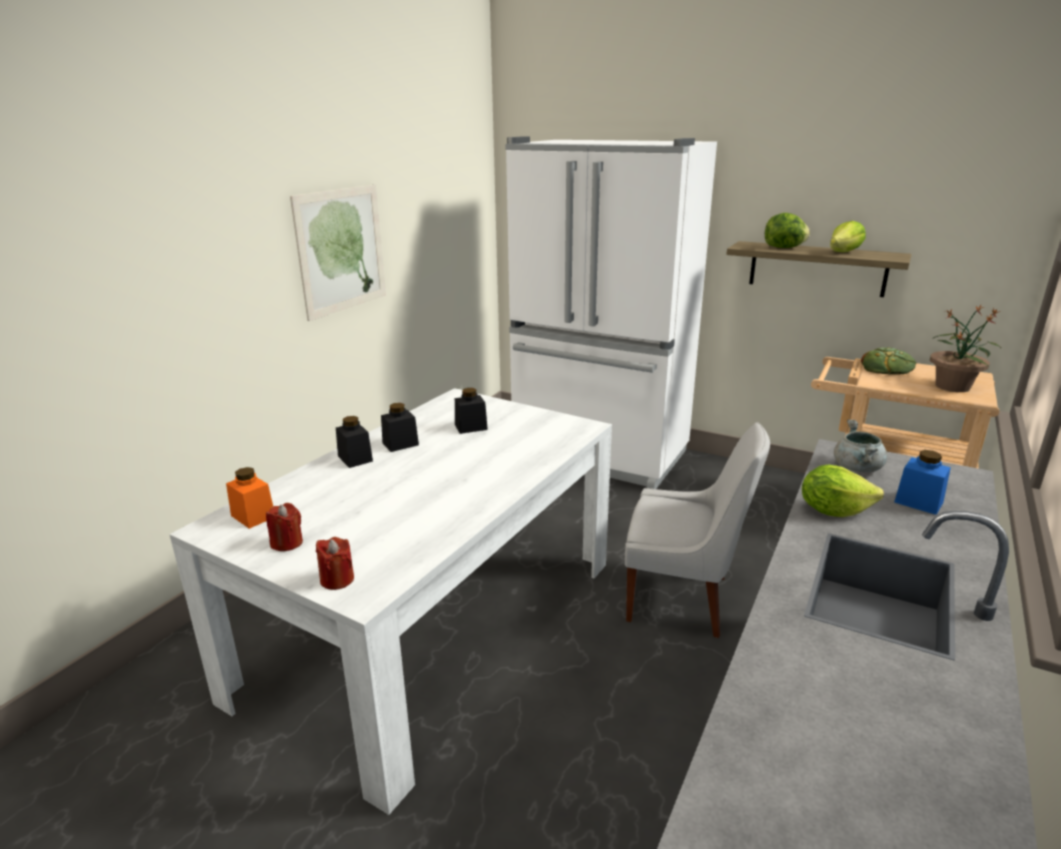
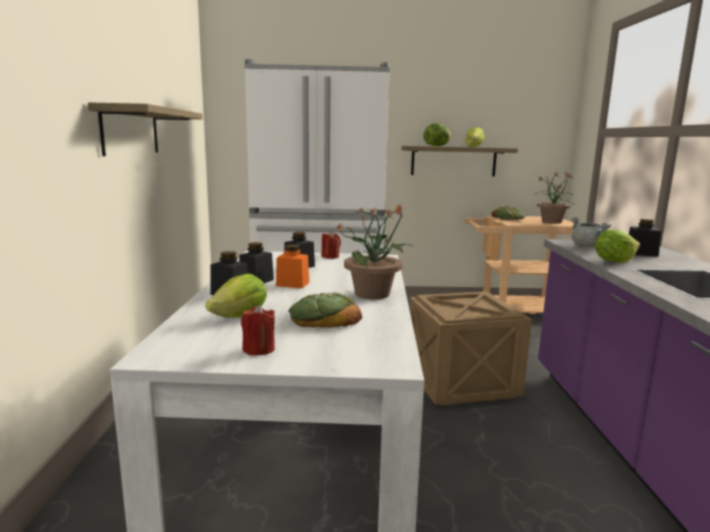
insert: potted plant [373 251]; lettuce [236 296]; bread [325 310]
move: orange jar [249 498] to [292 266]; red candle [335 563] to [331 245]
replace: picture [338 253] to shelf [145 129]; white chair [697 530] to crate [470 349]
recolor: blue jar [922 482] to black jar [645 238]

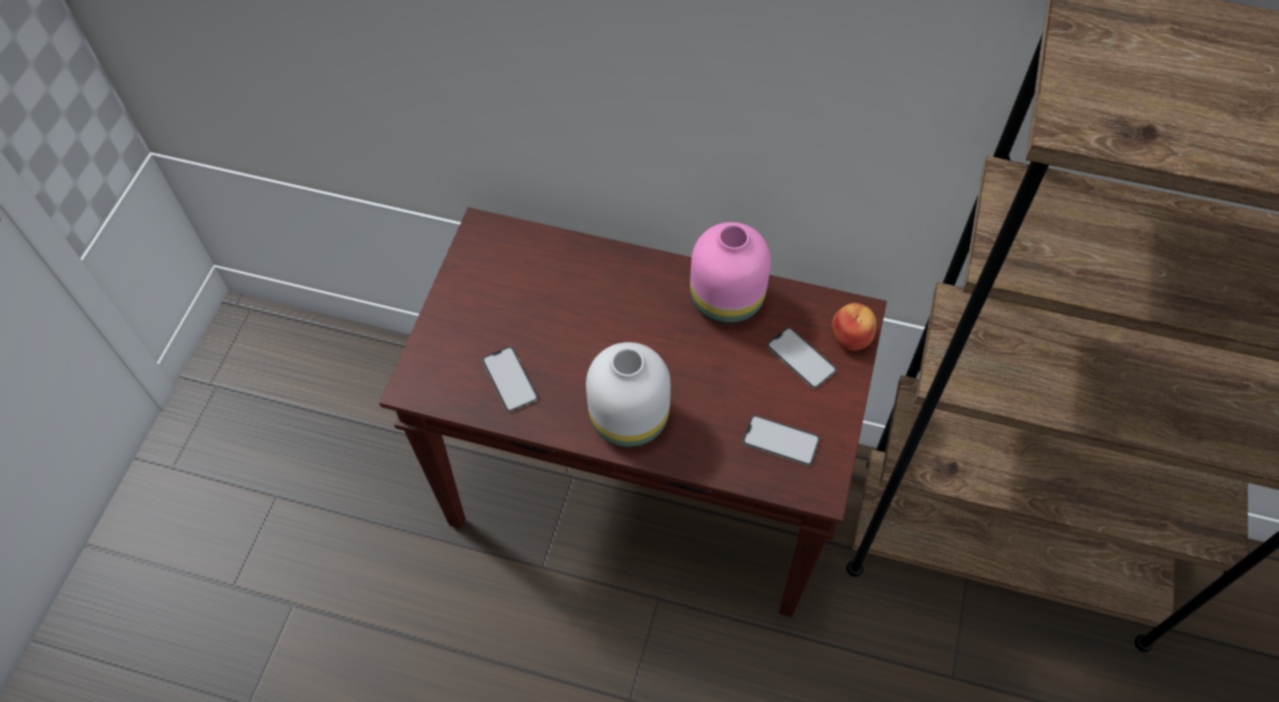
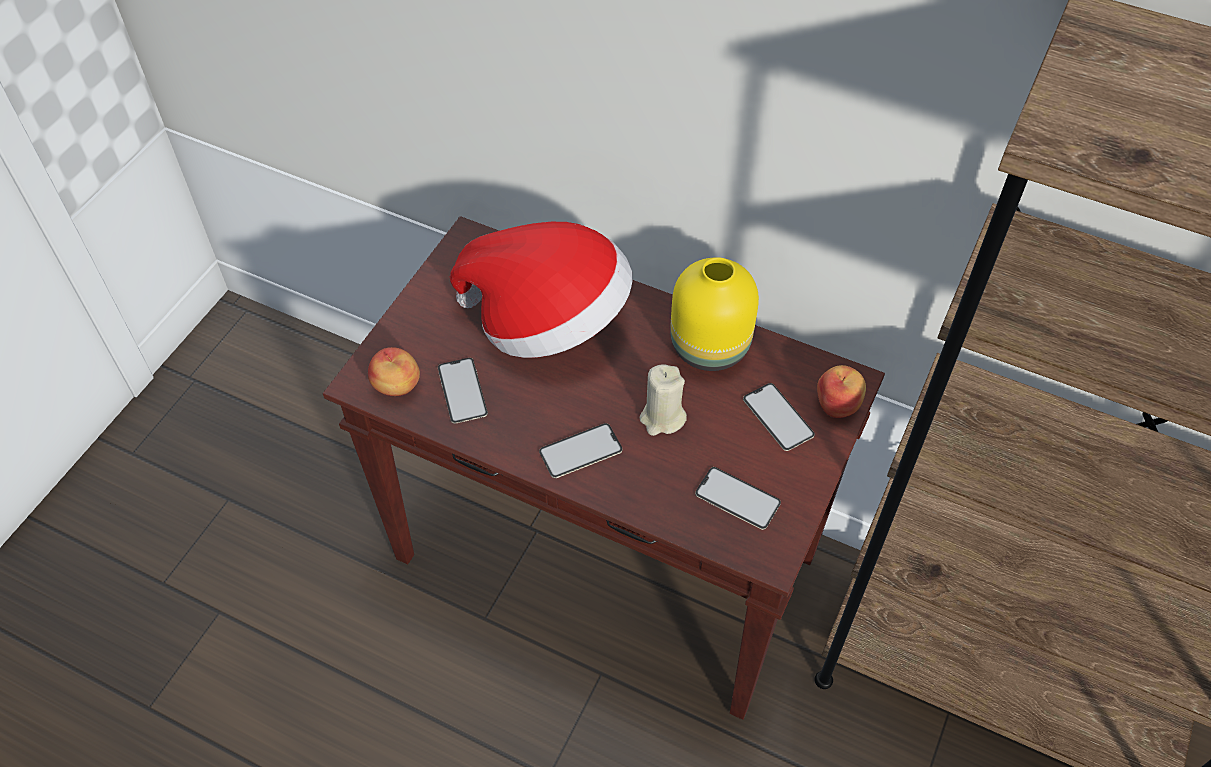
insert: hat [541 290]; apple [394 371]; beige candle [663 400]
replace: white vase [628 395] to phone [581 450]
recolor: pink vase [730 273] to yellow vase [714 314]

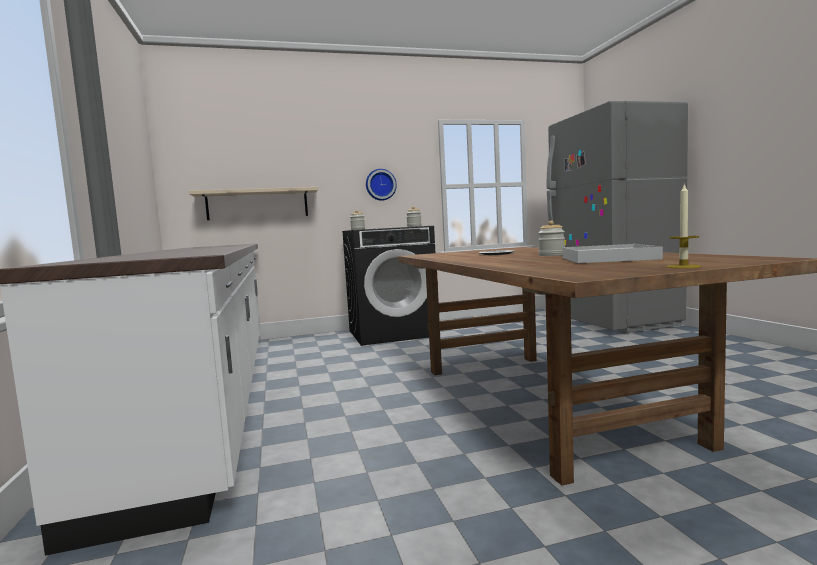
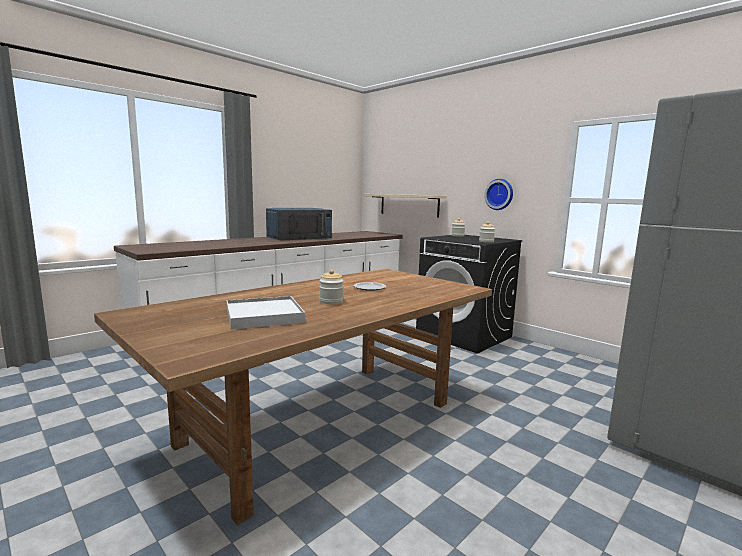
delete: candle [684 225]
insert: blue microwave [299 224]

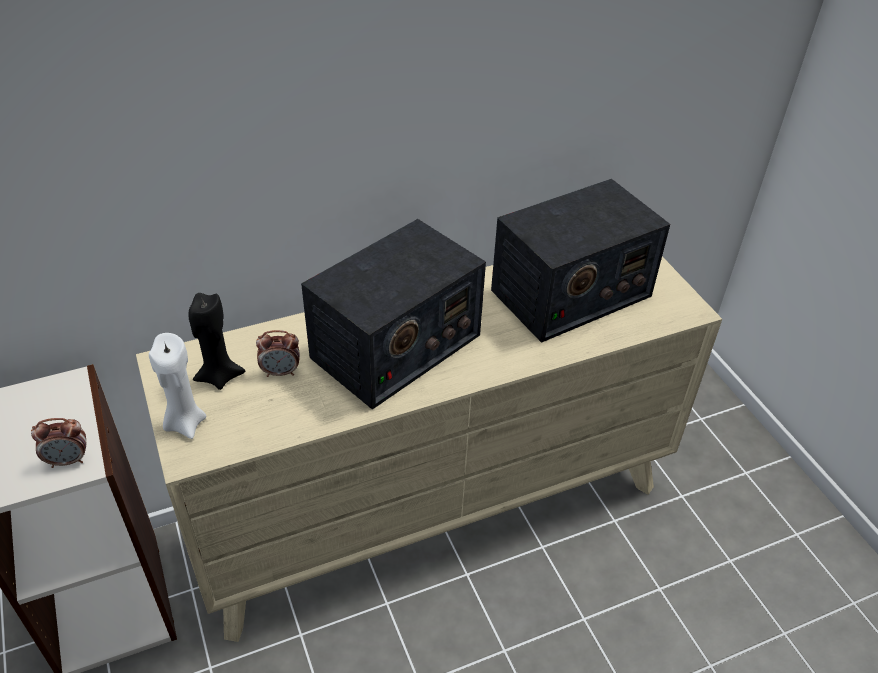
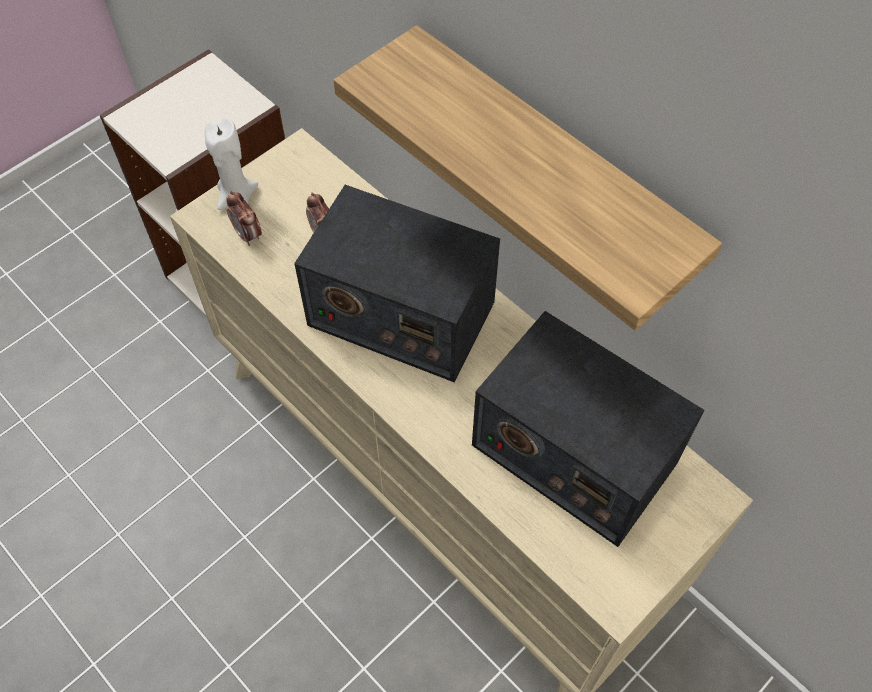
delete: black candle [217 341]
insert: shelf [527 178]
move: alarm clock [58 443] to [244 218]

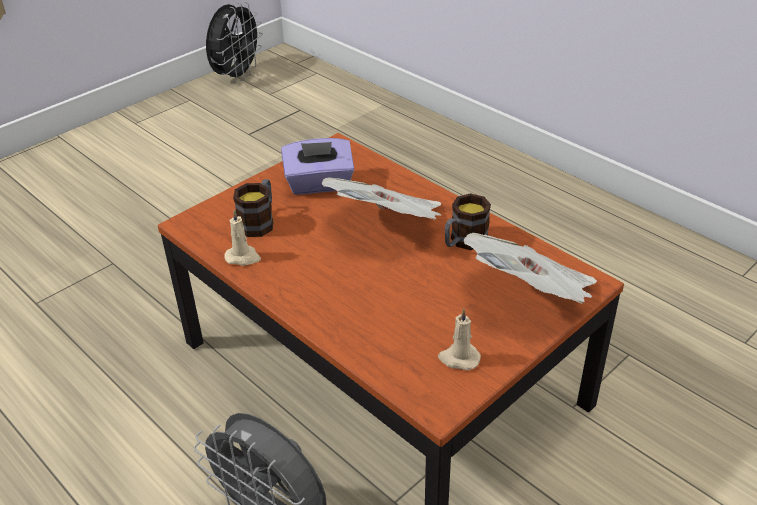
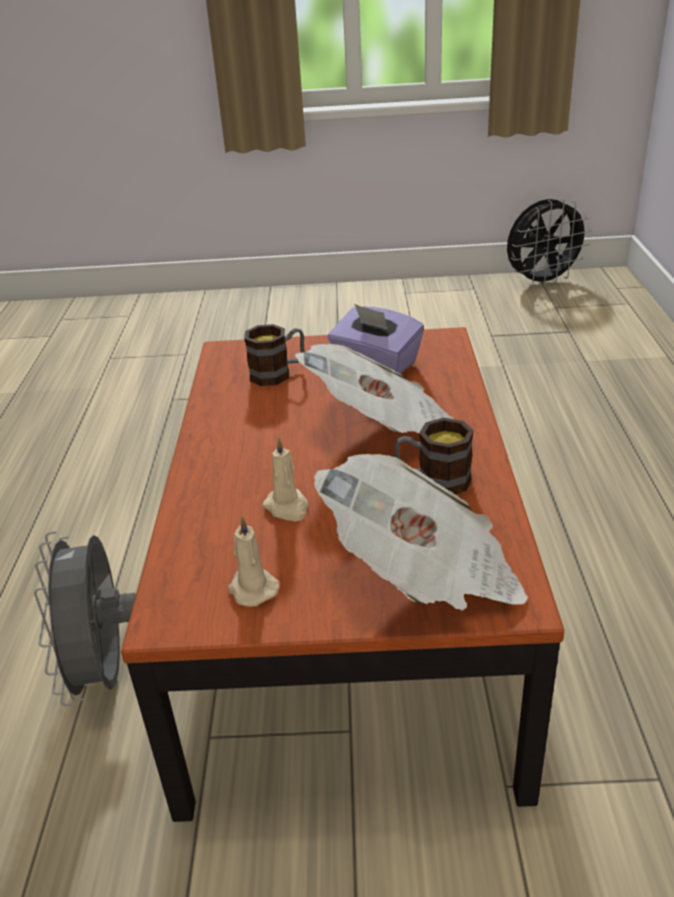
move: beige candle [242 237] to [285 479]

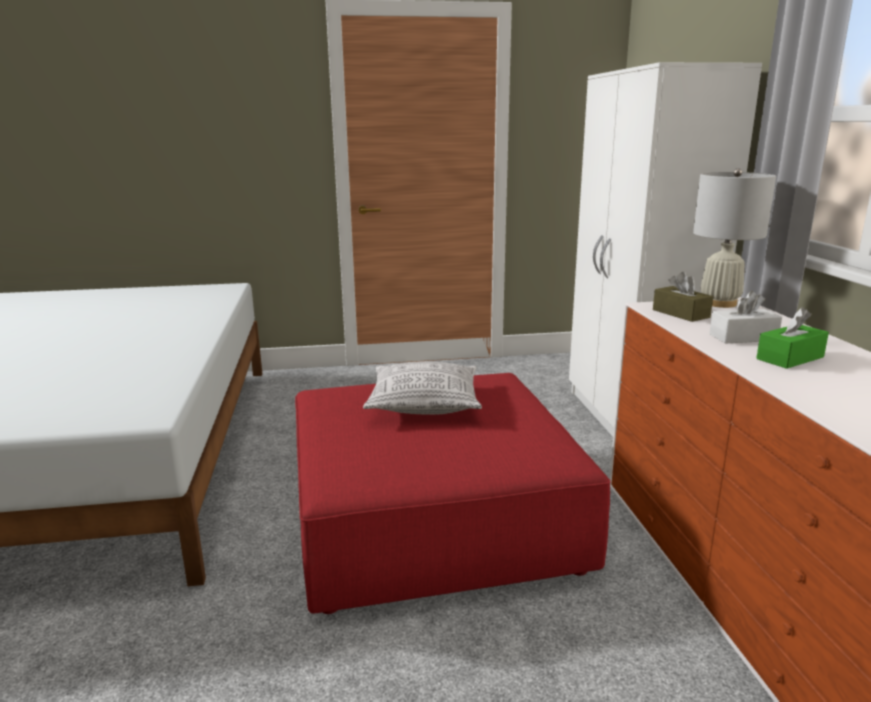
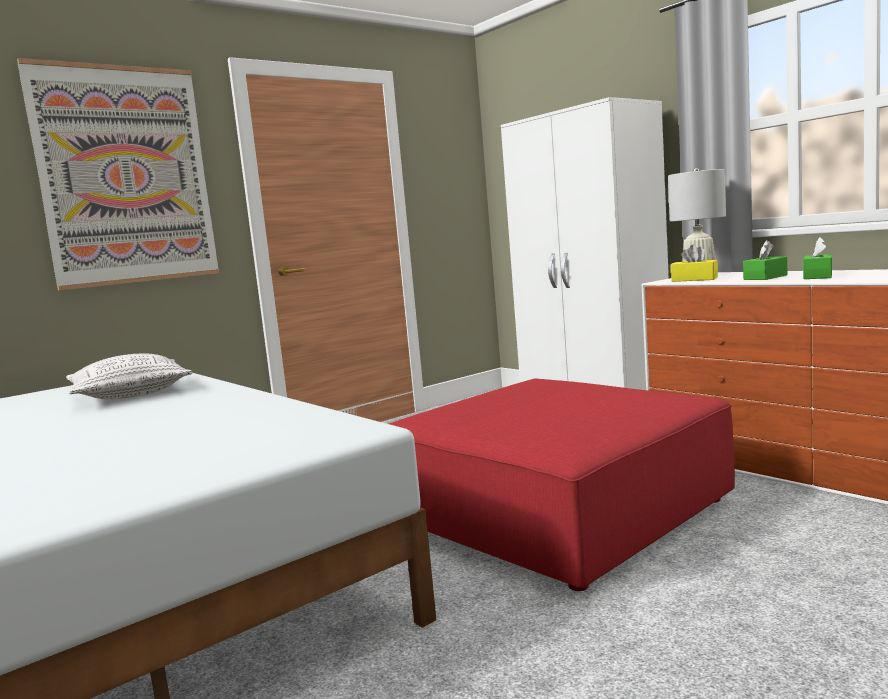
insert: picture [118 174]
move: pillow [422 388] to [129 376]
recolor: brown tissue box [683 297] to yellow tissue box [694 263]; white tissue box [745 317] to green tissue box [765 260]

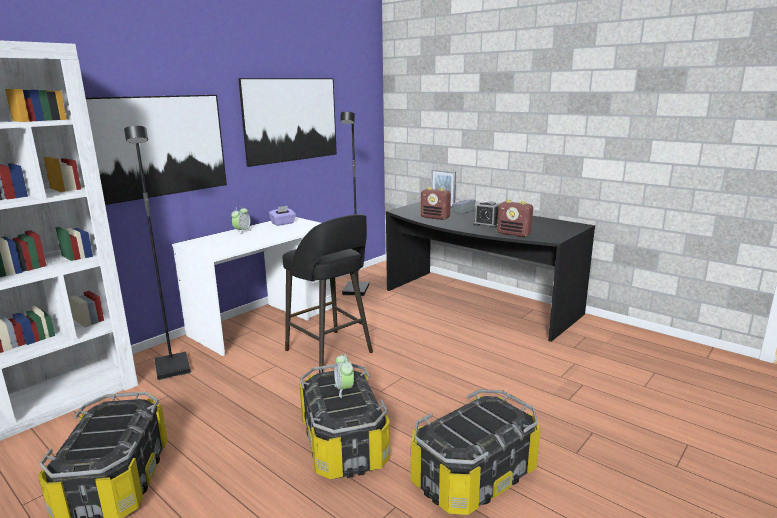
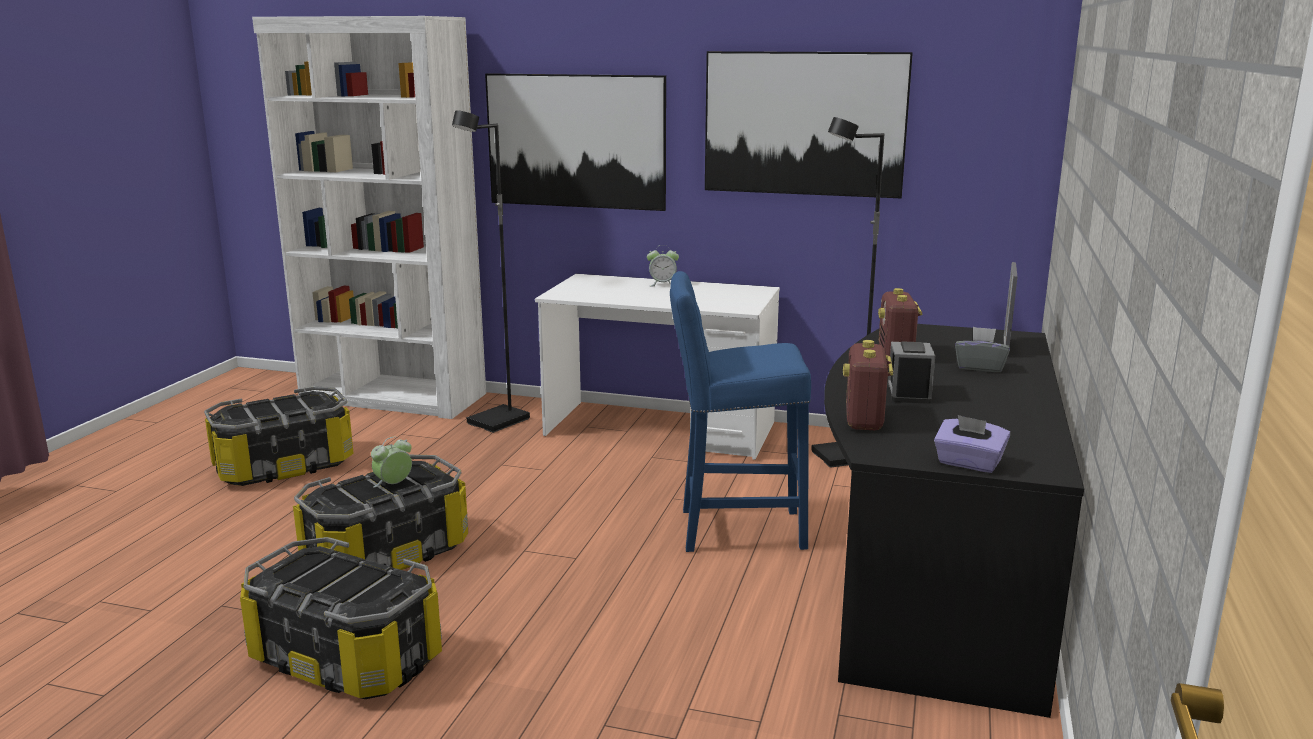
delete: black stool [328 293]
insert: blue stool [740 411]
move: purple tissue box [282 216] to [972 444]

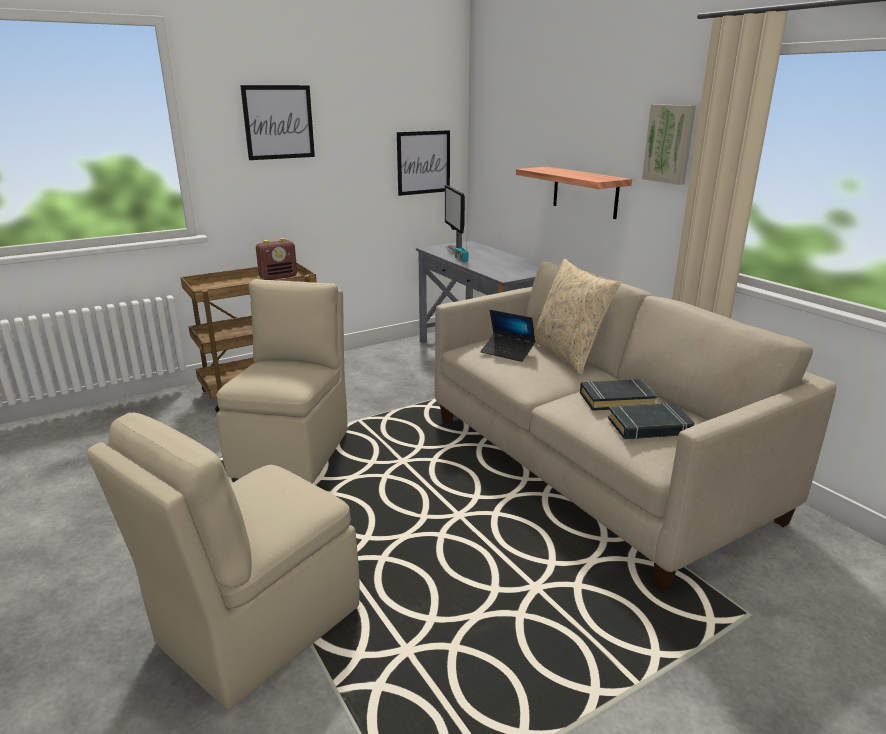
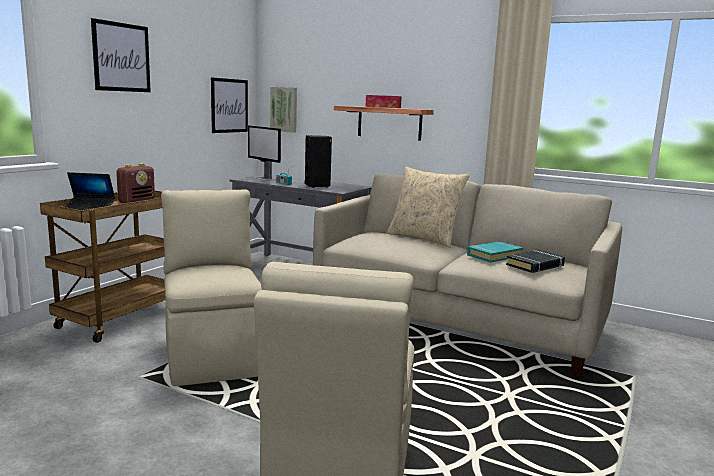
insert: tissue box [383 101]; black speaker [318 161]
move: picture [669 144] to [283 110]; laptop [507 336] to [90 191]
recolor: black book [618 395] to turquoise book [495 252]

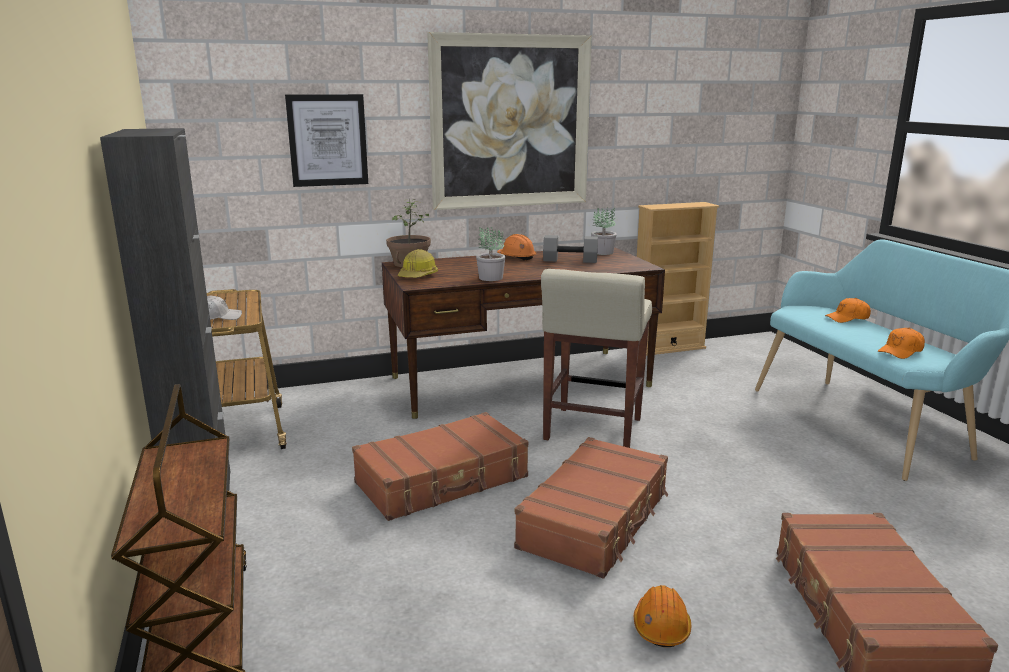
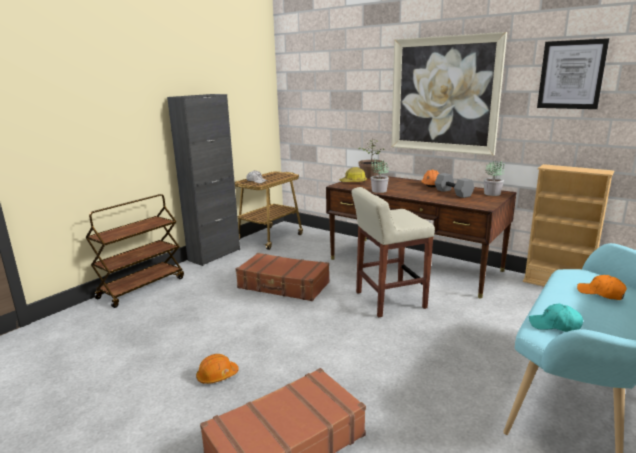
delete: brown suitcase [591 507]
move: picture [326 140] to [573 73]
recolor: orange cap [901 343] to turquoise cap [556 318]

